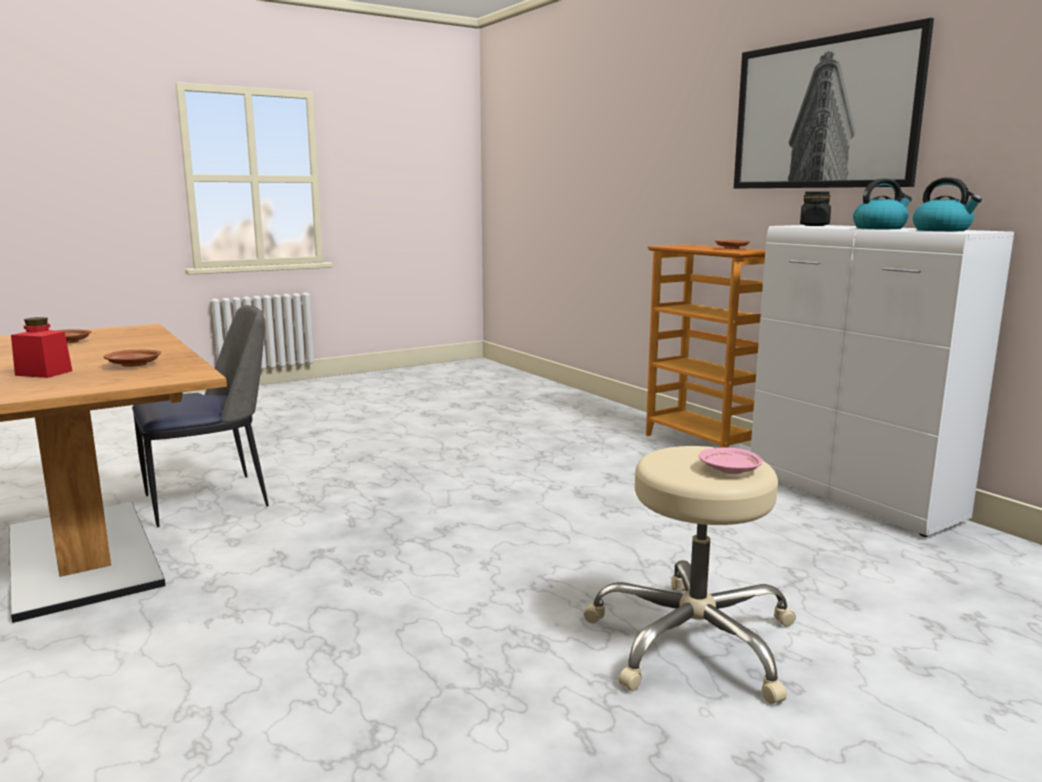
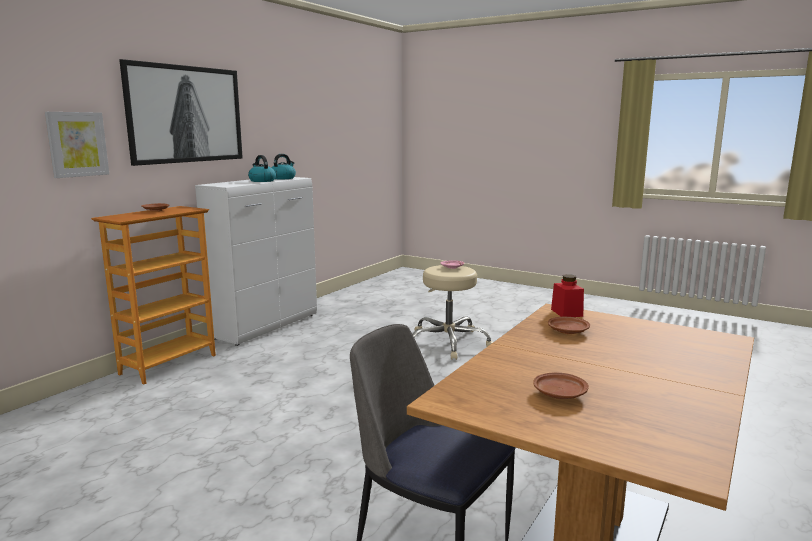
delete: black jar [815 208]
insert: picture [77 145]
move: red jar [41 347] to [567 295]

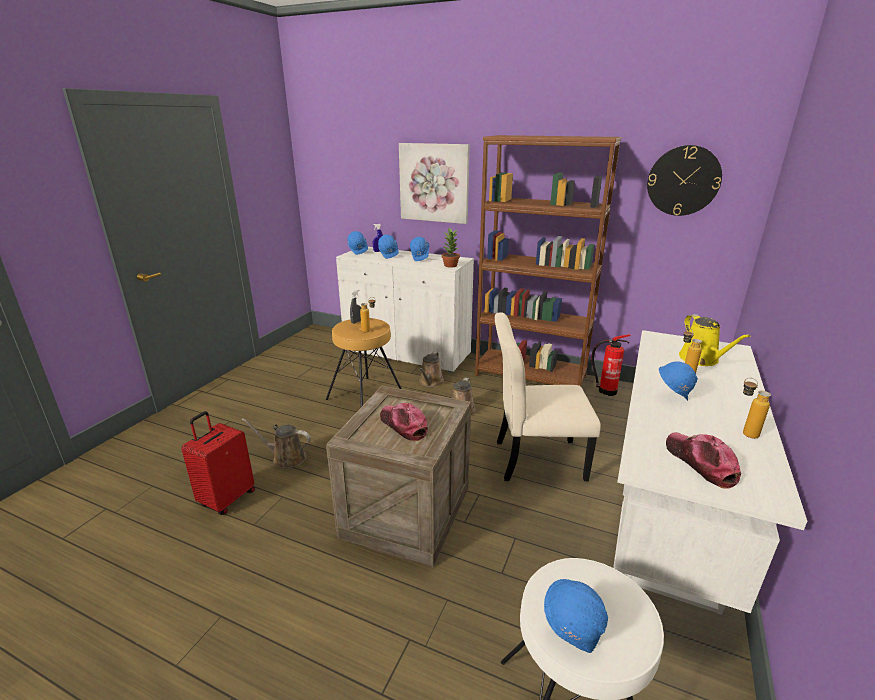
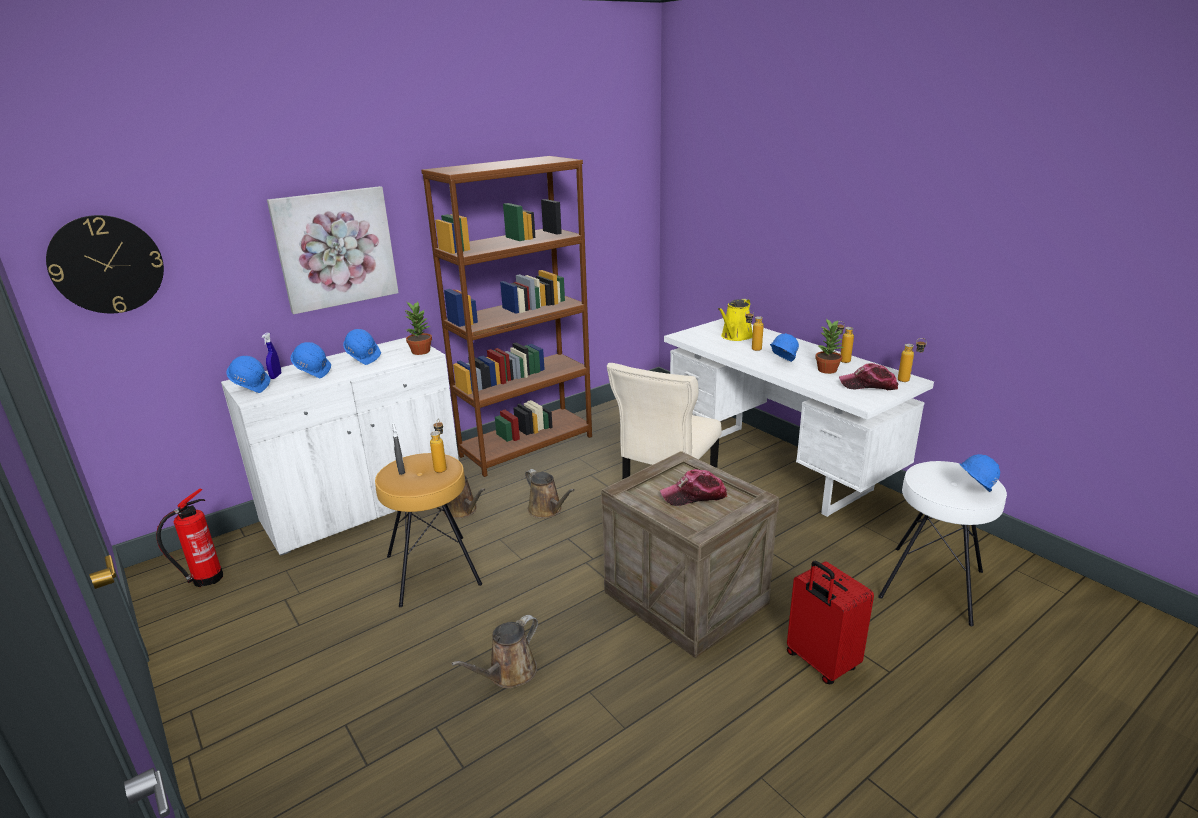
insert: potted plant [829 346]; bottle [912 360]
move: wall clock [684 180] to [105 264]; fire extinguisher [611 365] to [189 537]; red suitcase [218 463] to [830 622]
rotate: yellow watering can [714 340] = [735 320] 105 degrees clockwise

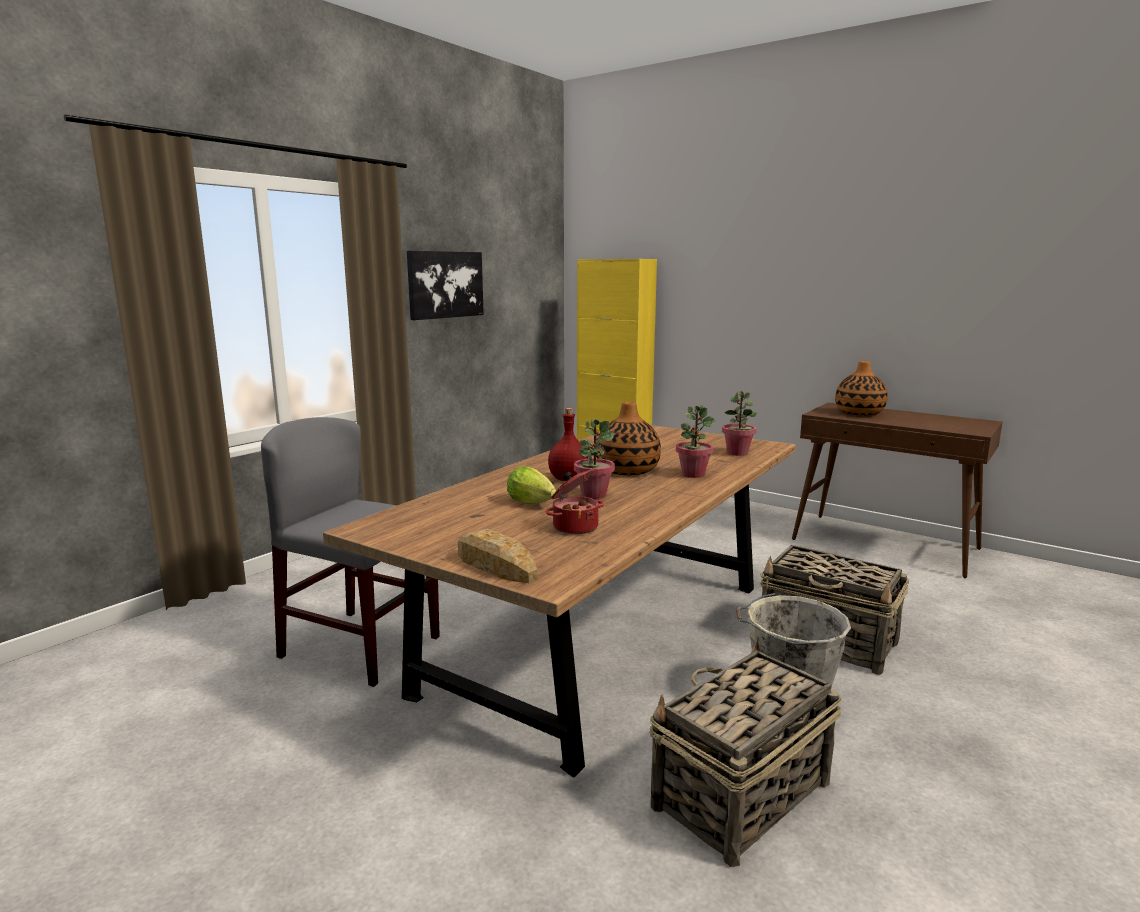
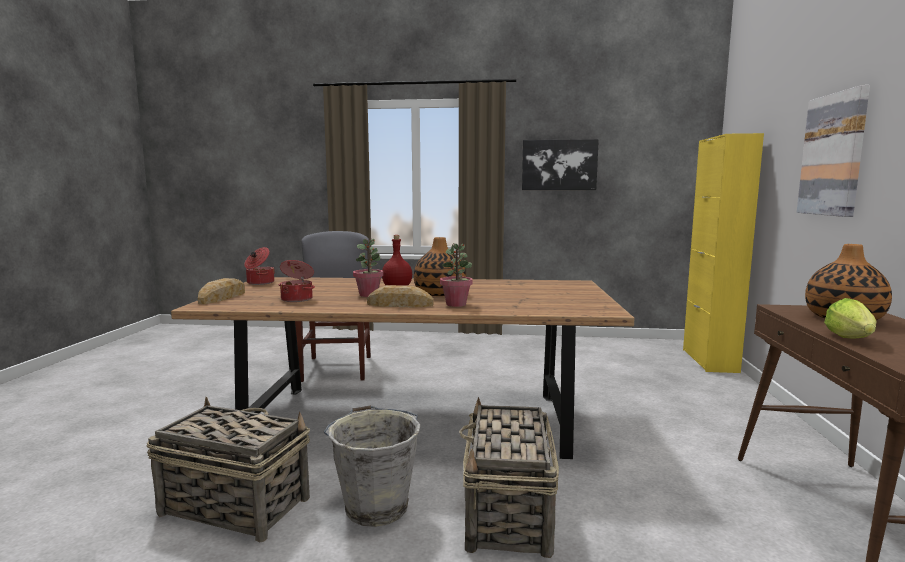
delete: potted plant [739 423]
insert: picture [833 151]; cooking pot [259 266]; bread [400 296]
move: lettuce [532 485] to [850 318]

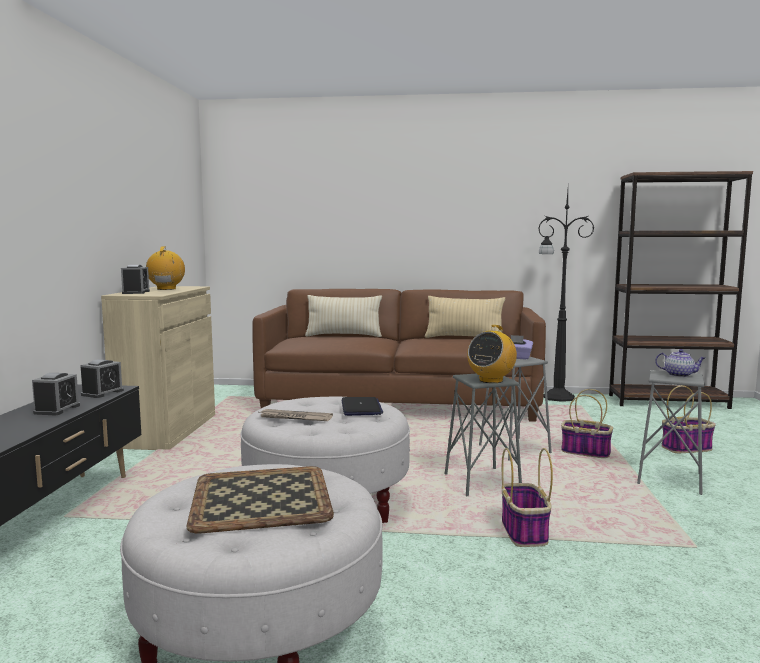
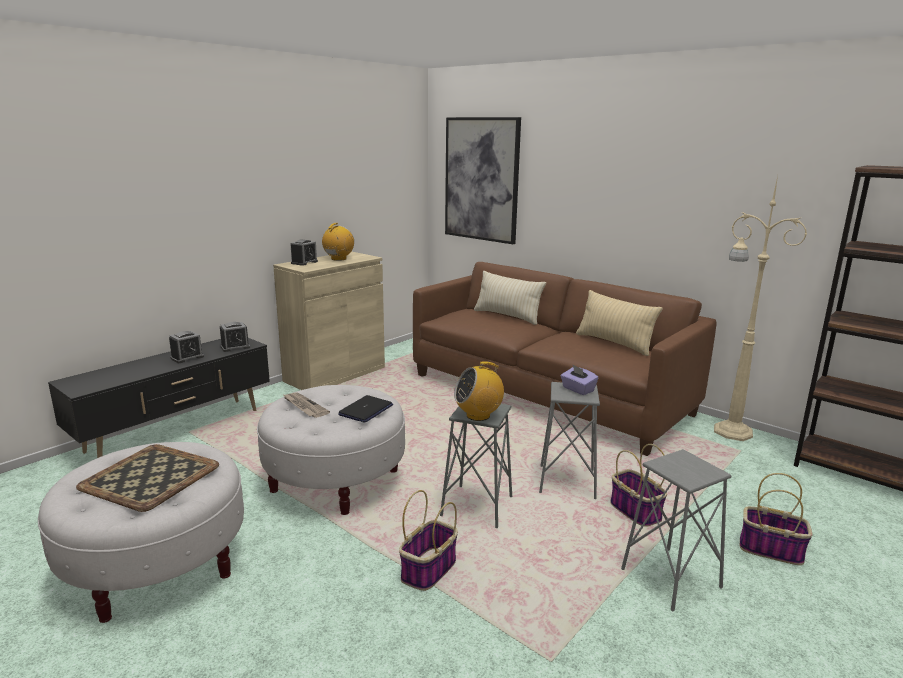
delete: teapot [680 363]
insert: picture [483 180]
recolor: black floor lamp [566 296] to beige floor lamp [760 308]

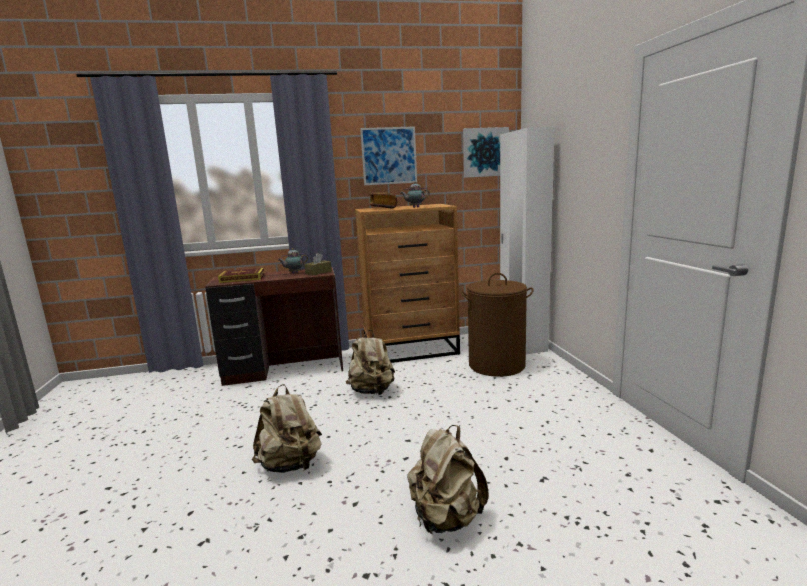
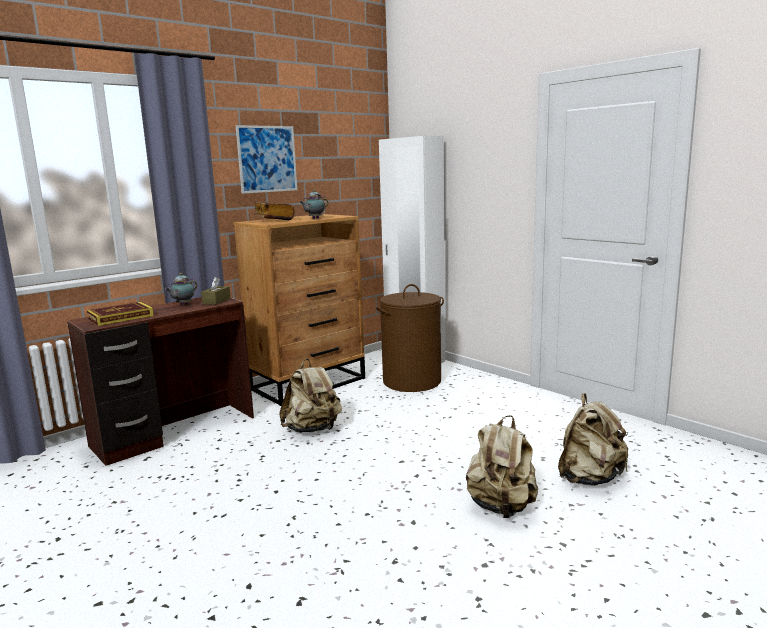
delete: picture [486 152]
move: beige backpack [287 428] to [593 439]

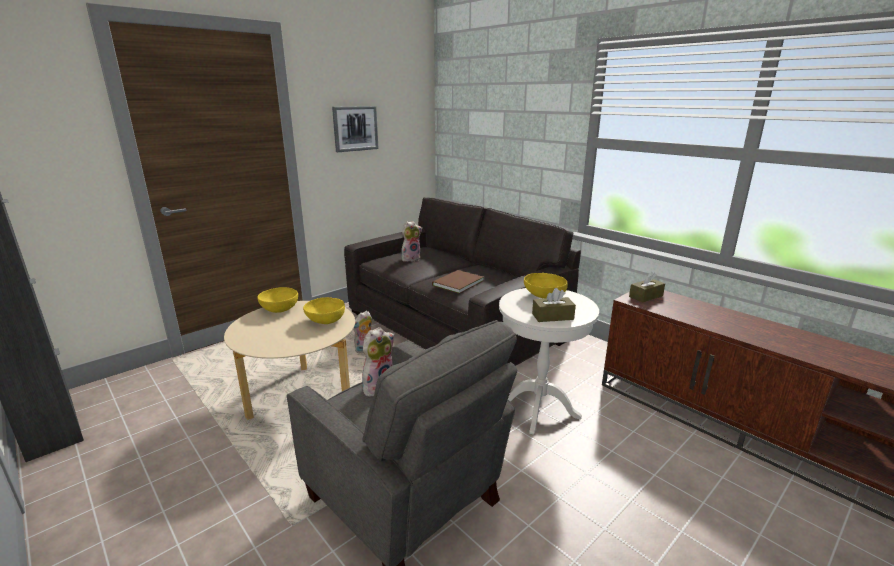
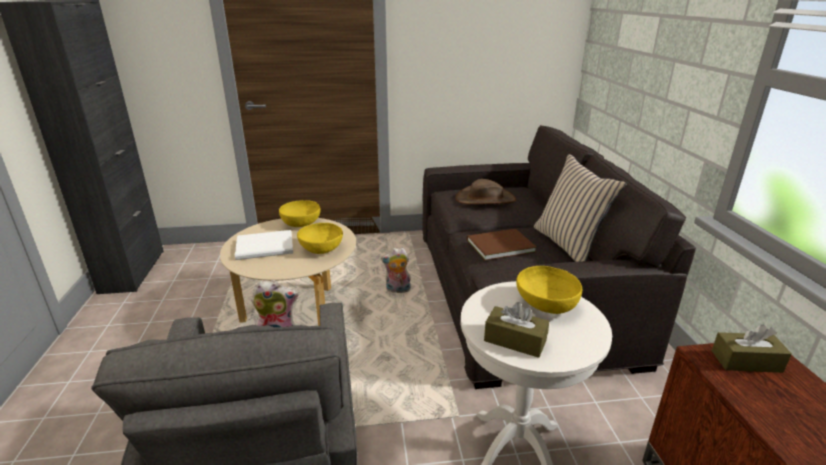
delete: picture [355 129]
insert: beige pillow [580 208]; white book [264 245]
replace: plush toy [411 241] to brown hat [485 191]

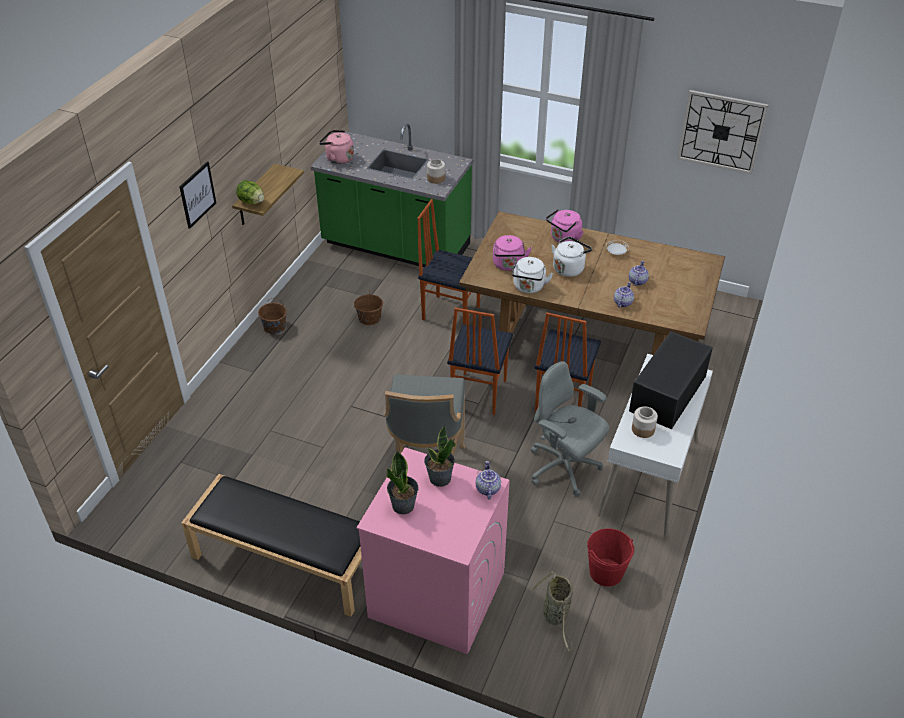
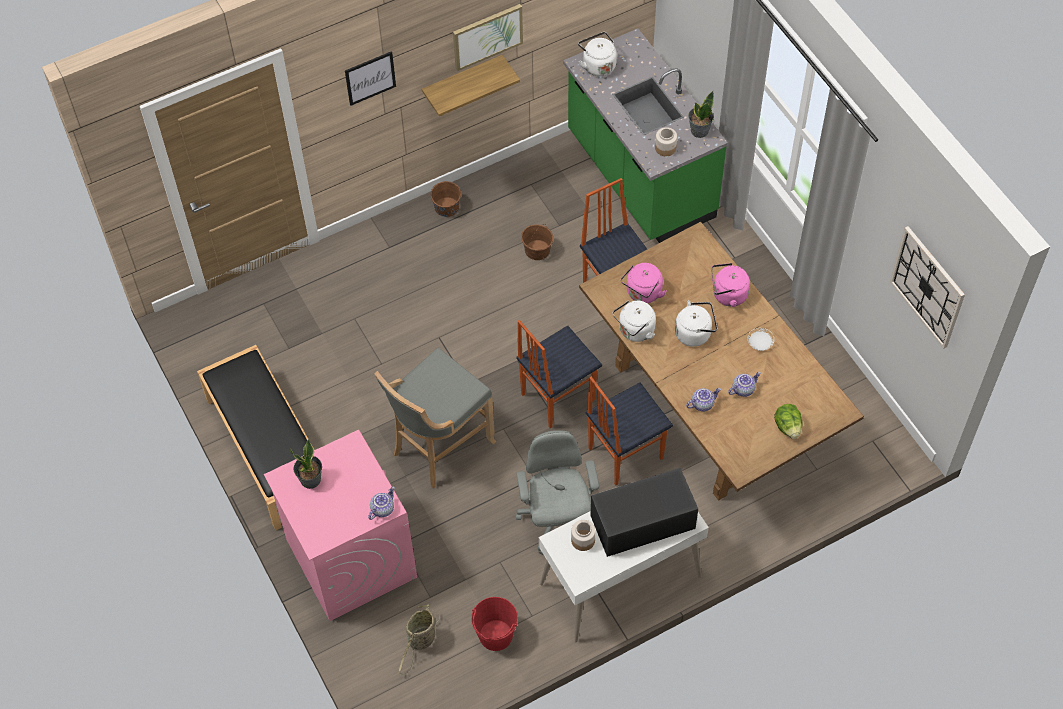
insert: picture [488 37]
move: lettuce [250 192] to [788 421]; potted plant [439 456] to [701 114]
recolor: pink kettle [336 147] to white kettle [597 54]

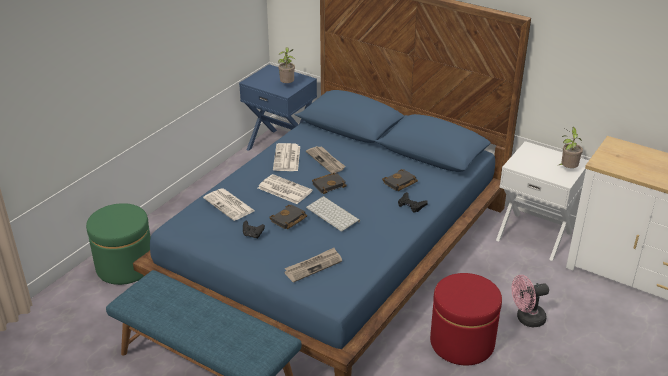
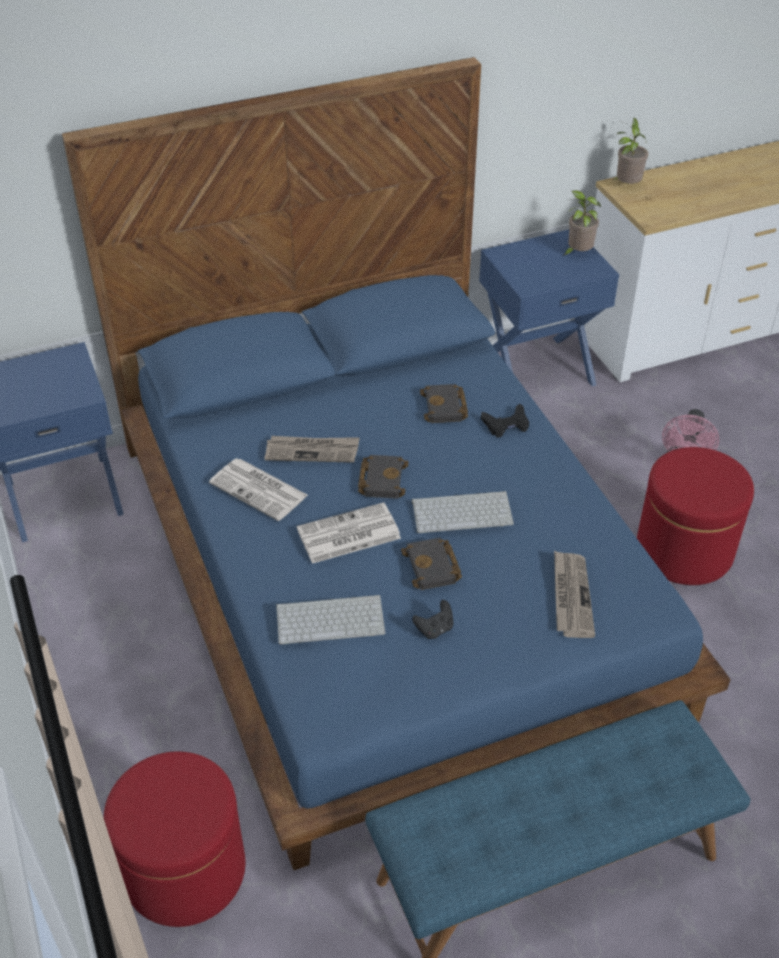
move: potted plant [286 65] to [630 151]
replace: newspaper [229 204] to keyboard [331 619]
recolor: white nightstand [542 201] to blue nightstand [549 308]; green ottoman [118 244] to red ottoman [174 839]

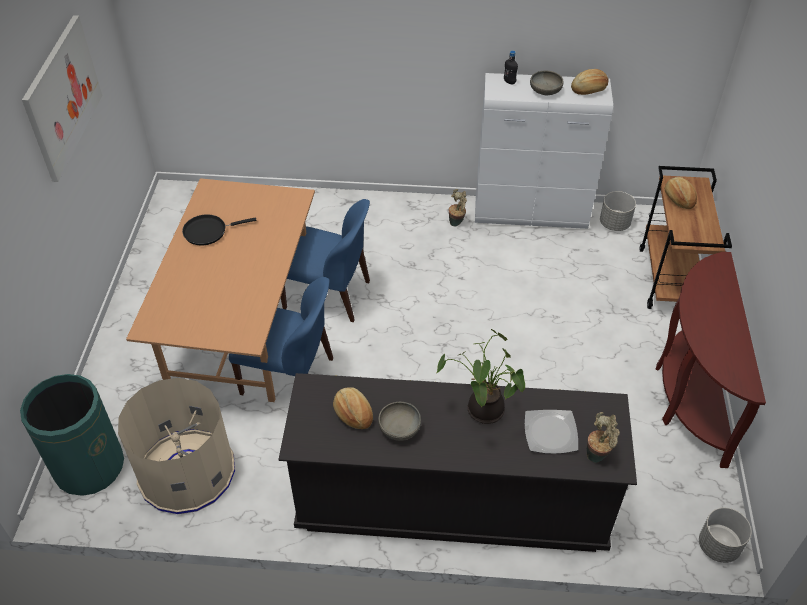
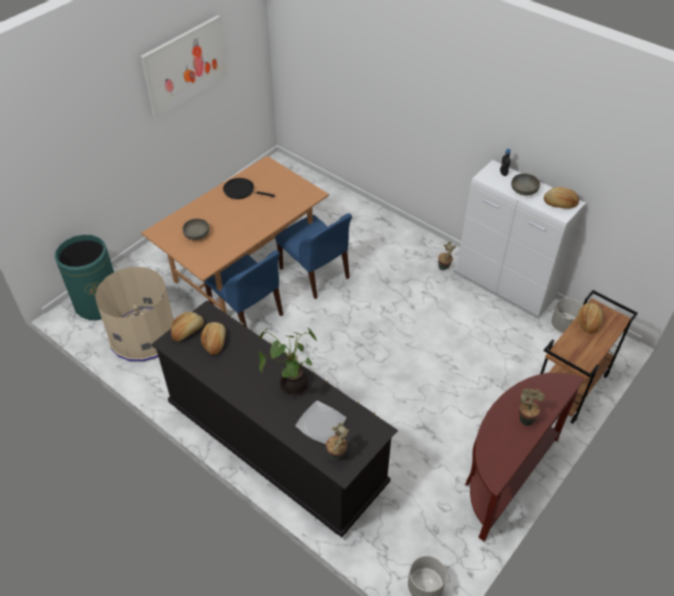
insert: bread [187 326]; potted plant [532 407]
move: grey bowl [399 421] to [195 229]

